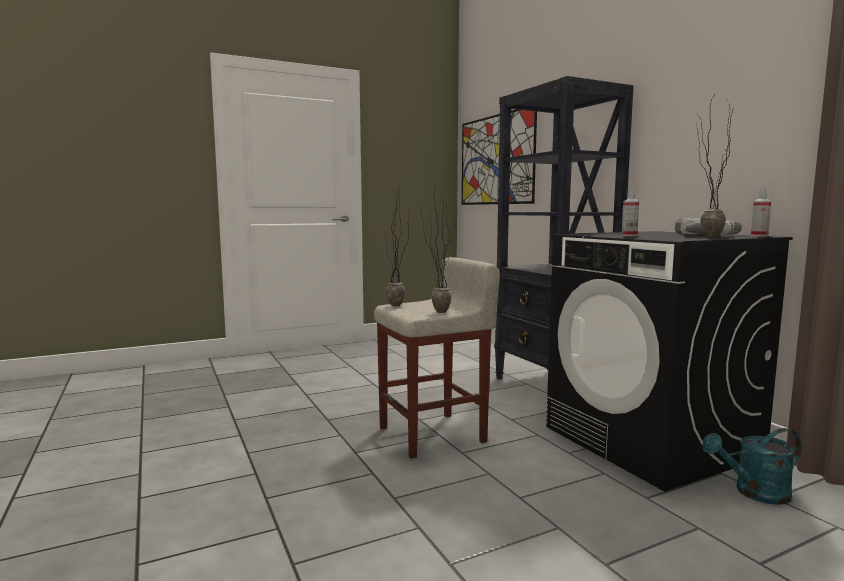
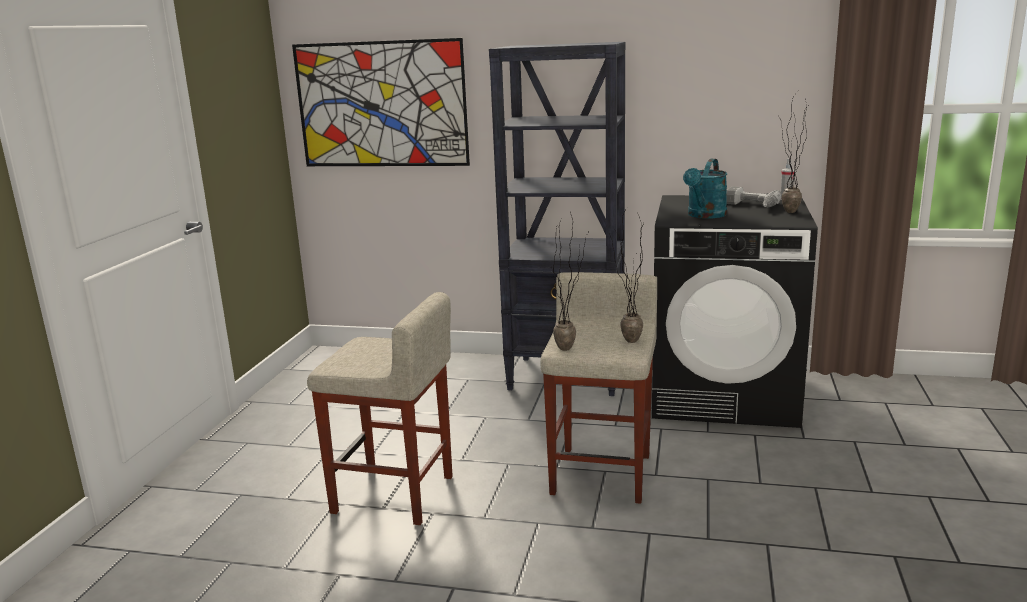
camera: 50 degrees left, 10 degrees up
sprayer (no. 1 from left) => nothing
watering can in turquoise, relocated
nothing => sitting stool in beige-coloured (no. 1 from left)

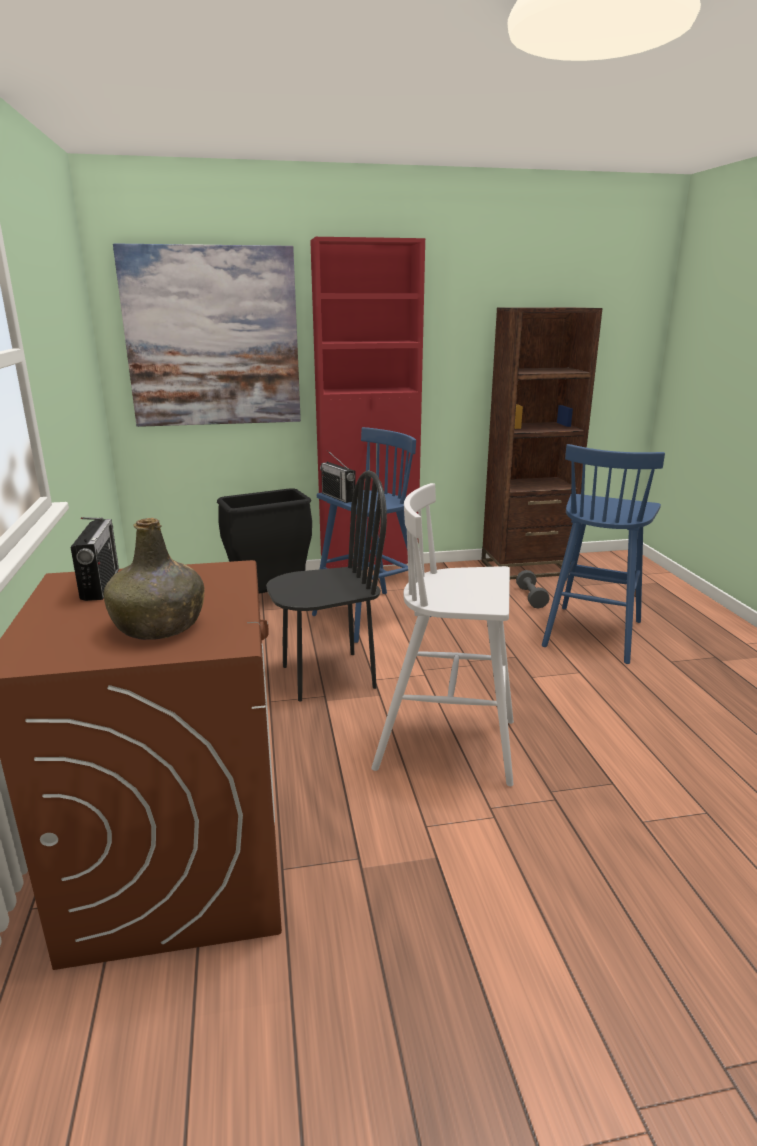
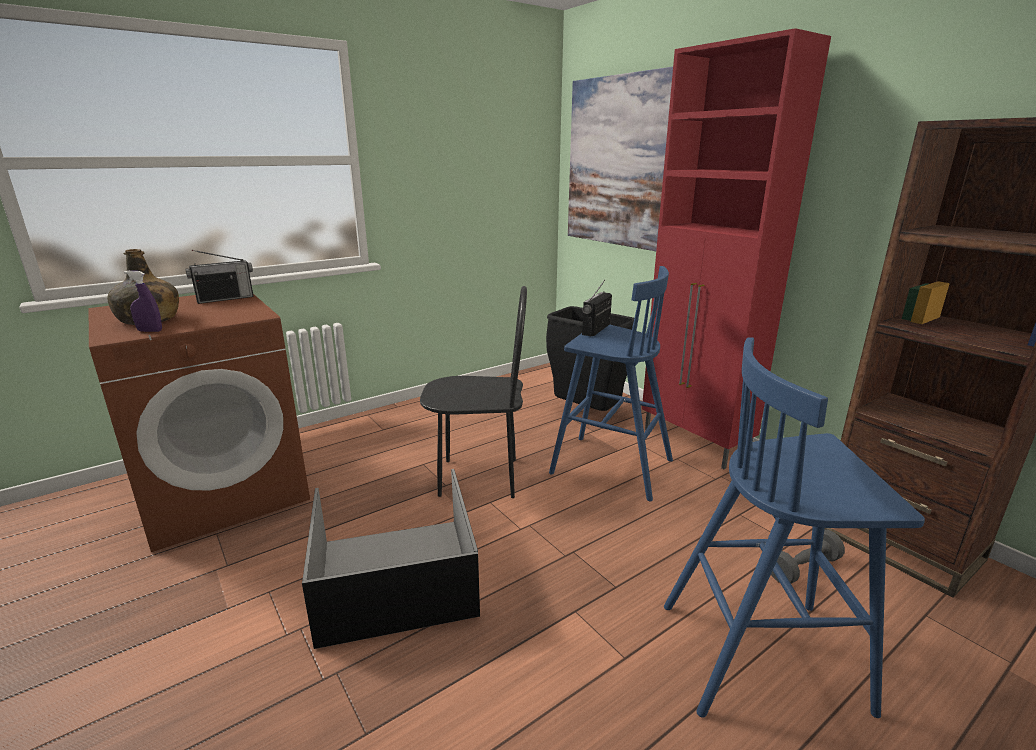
camera: 65 degrees right, 0 degrees up
plain chair in blackish, 45 degrees counterclockwise
sitting stool in white-coloured => storage container in blackish
nothing => sprayer in purple-coloured

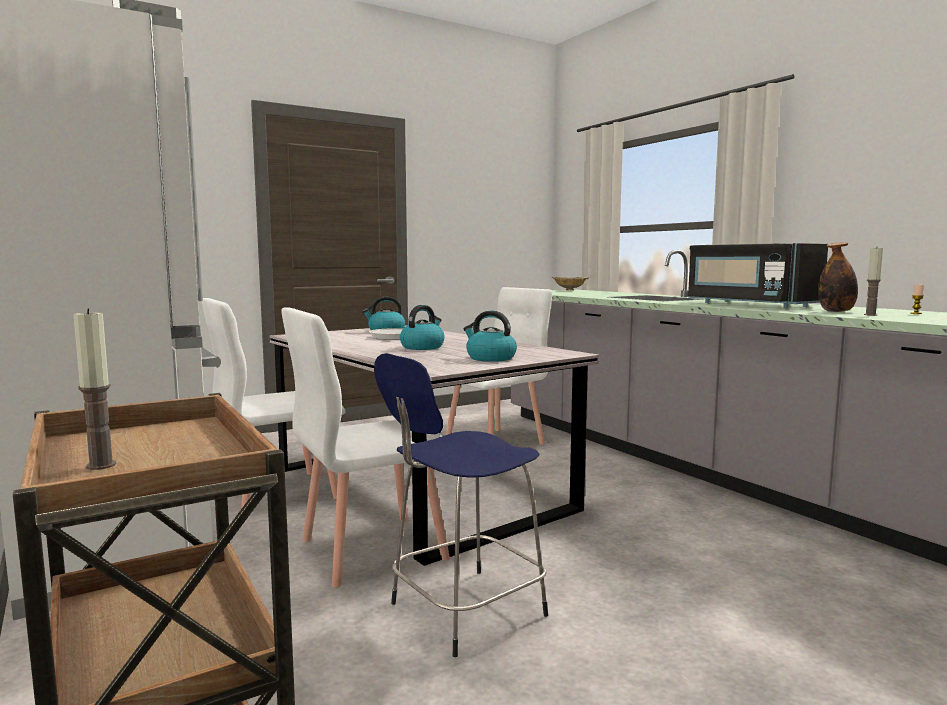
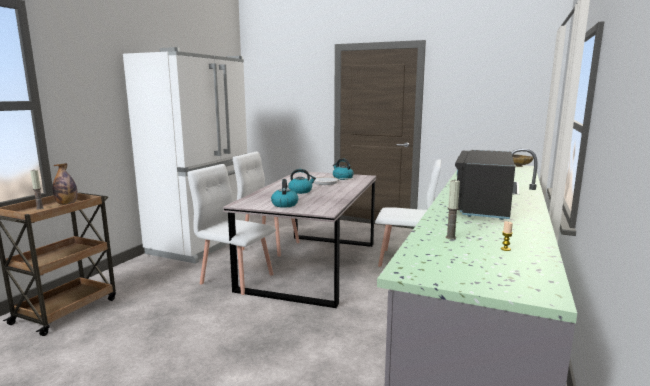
camera: 55 degrees right, 5 degrees up
drink bottle, relocated
sitting stool in bluish => nothing

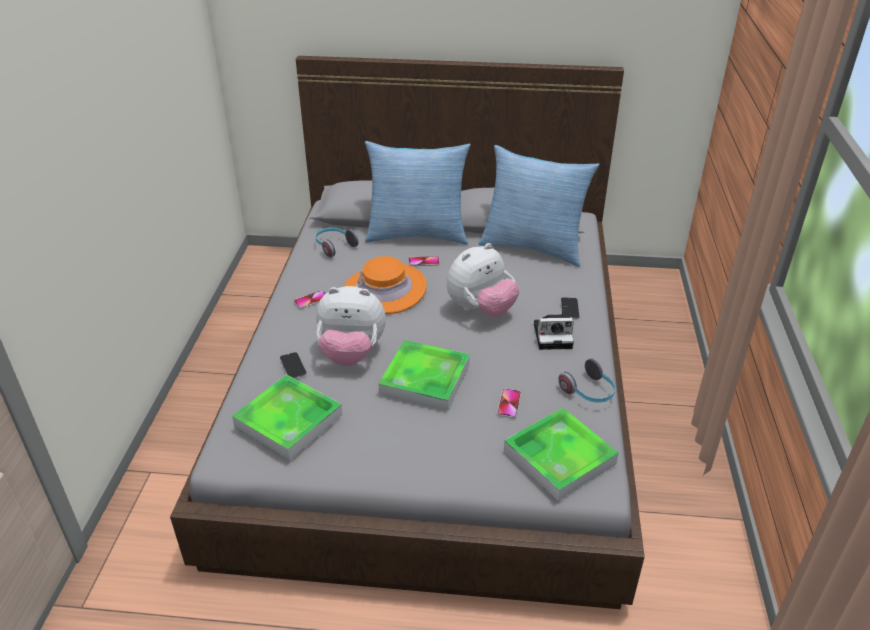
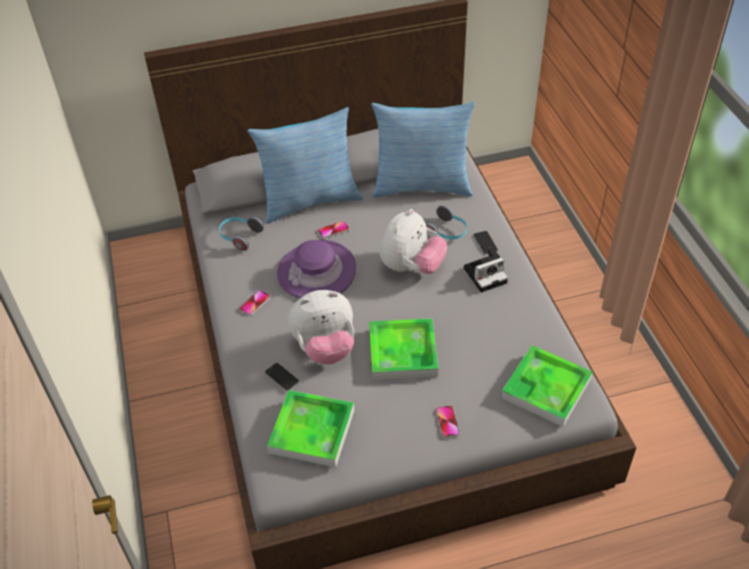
camera: 20 degrees left, 10 degrees up
wearable hat in orange-coloured => wearable hat in purple-coloured
headphones (no. 2 from left), relocated
handset (no. 4 from left), relocated

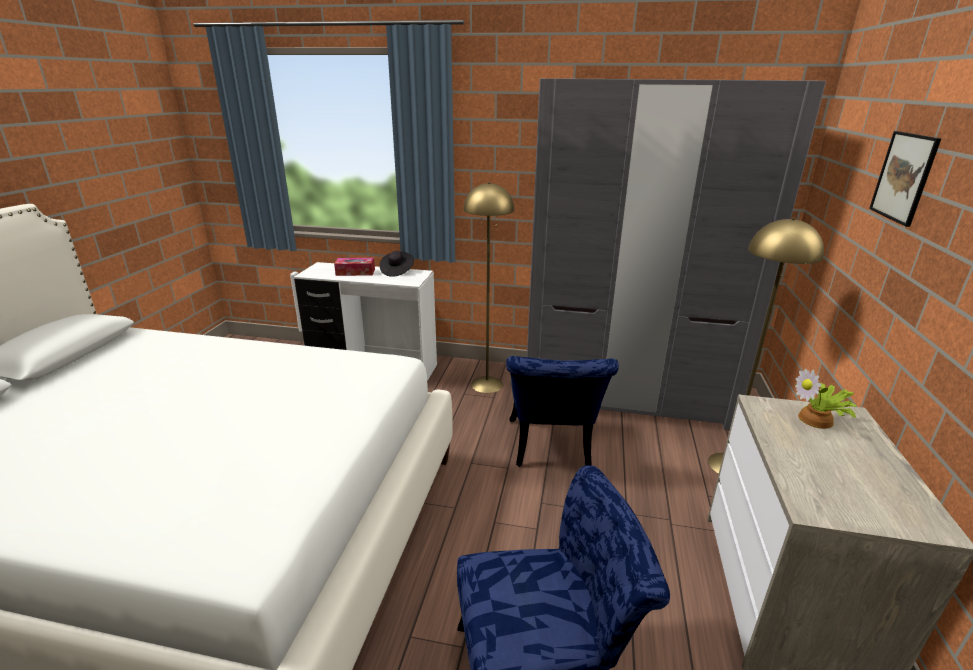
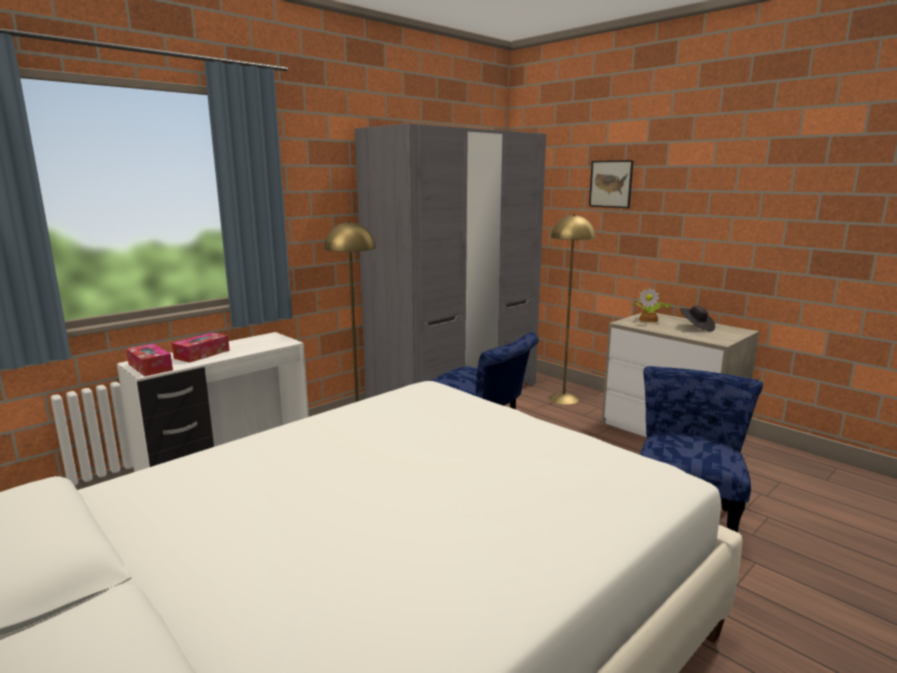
camera: 55 degrees left, 10 degrees down
wearable hat in blackish, relocated
nothing => tissue holder (no. 1 from left)

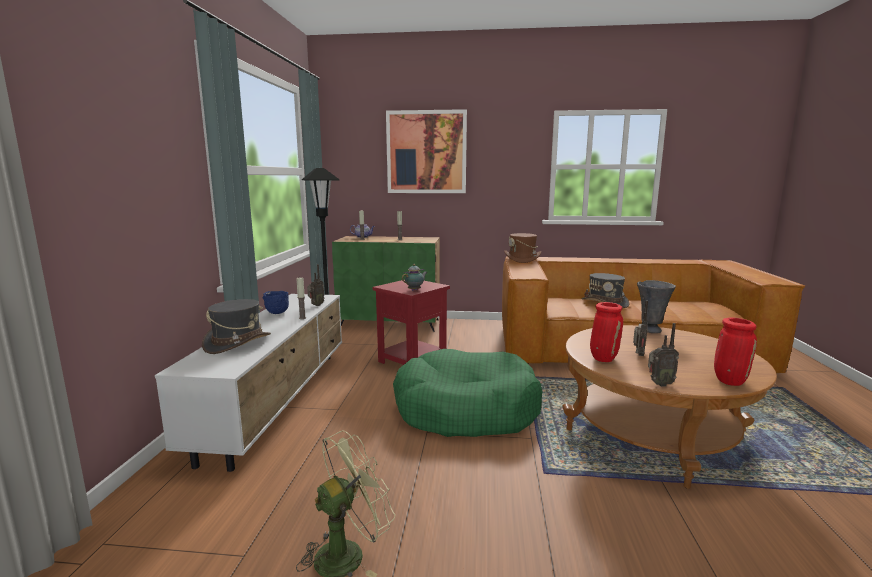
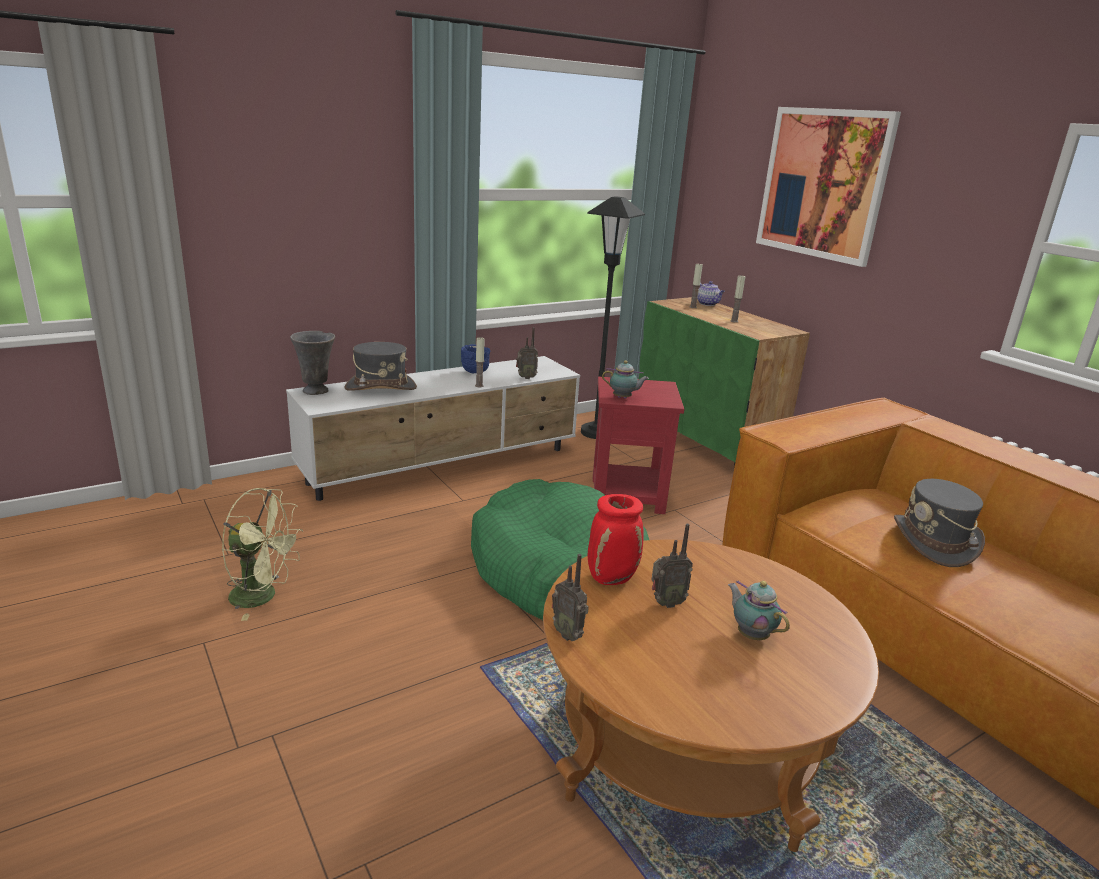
camera: 50 degrees right, 10 degrees up
wearable hat in brown => nothing
flower vase in grey, relocated
flower vase in red (no. 2 from left) => nothing
nothing => teapot (no. 3 from left)

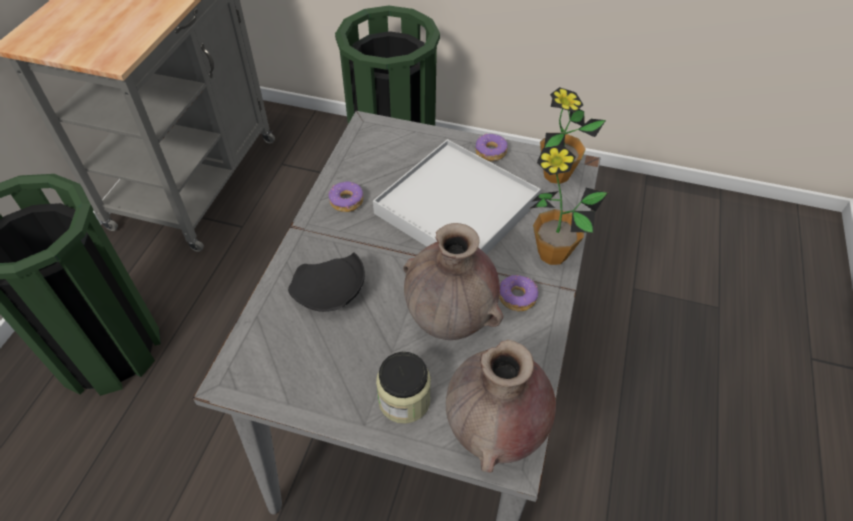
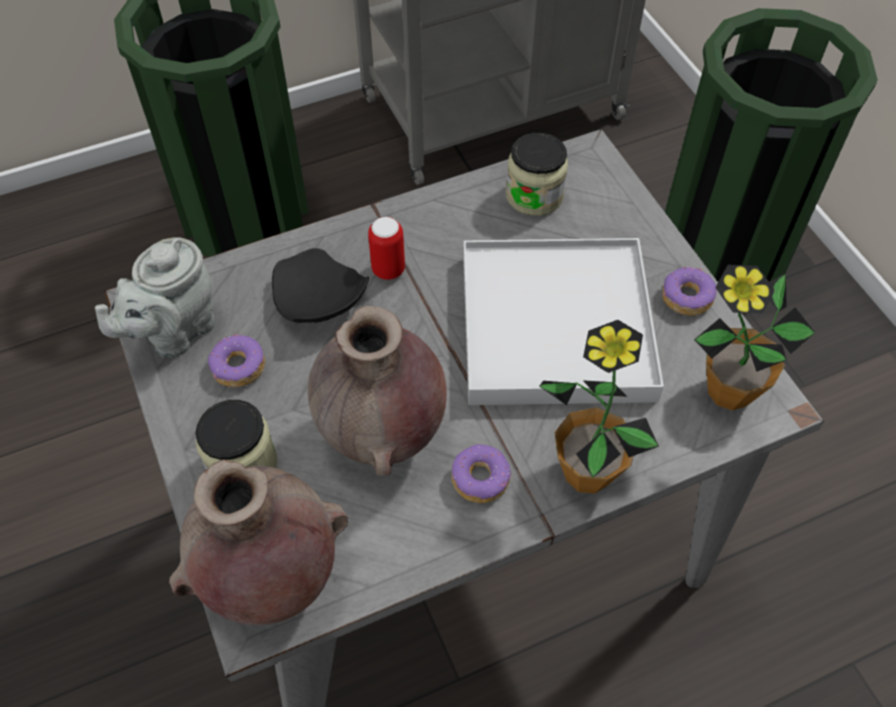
camera: 50 degrees right, 5 degrees up
ring doughnut (no. 1 from left), relocated
nothing => storage jar (no. 2 from left)
nothing => sealed can
nothing => teapot in grey

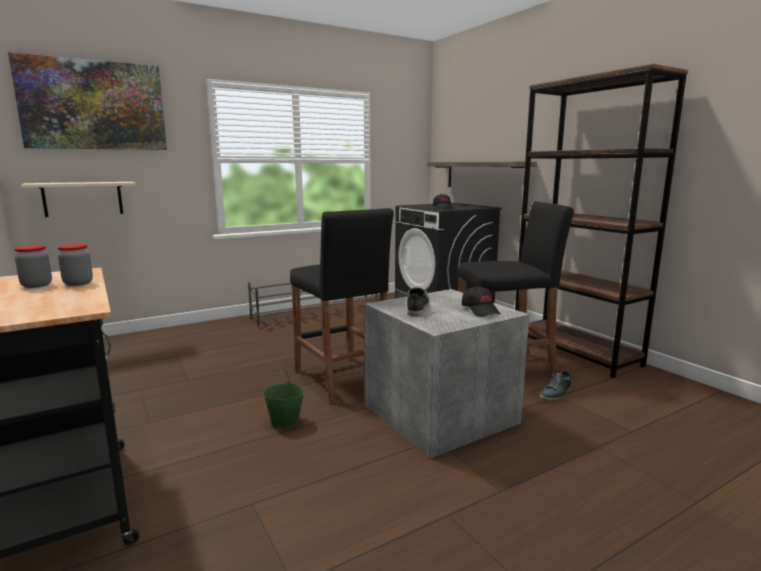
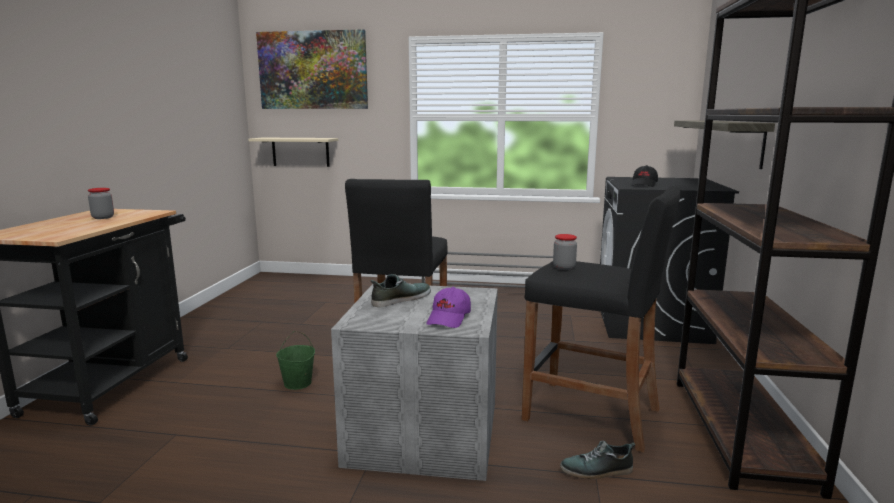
camera: 40 degrees right, 0 degrees up
storage jar (no. 2 from left), relocated
peaked cap in blackish (no. 2 from left) => peaked cap in purple-coloured

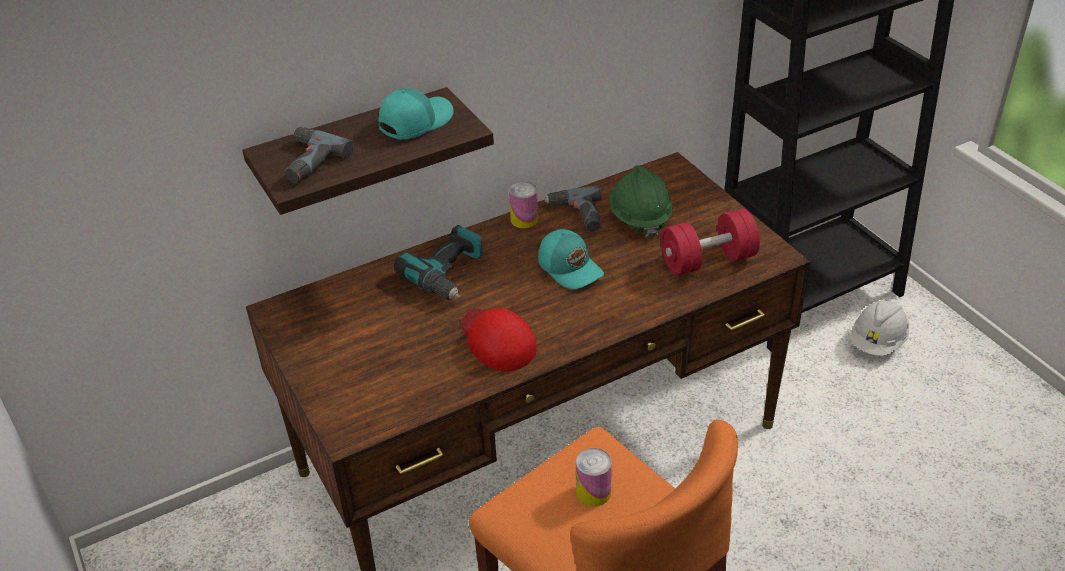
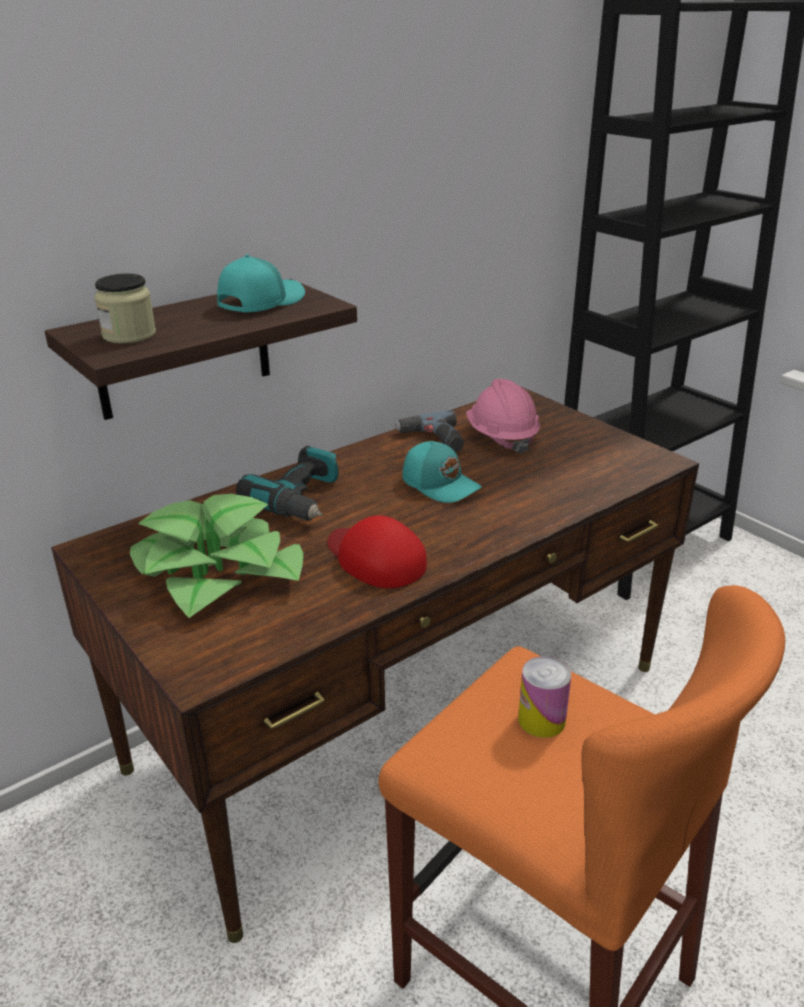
camera: 10 degrees left, 10 degrees down
power drill (no. 1 from left) => storage jar
work helmet in green-coloured => work helmet in pink
sealed can (no. 1 from left) => nothing
free weight in red => nothing
work helmet in white-coloured => nothing
nothing => plant in a pot

